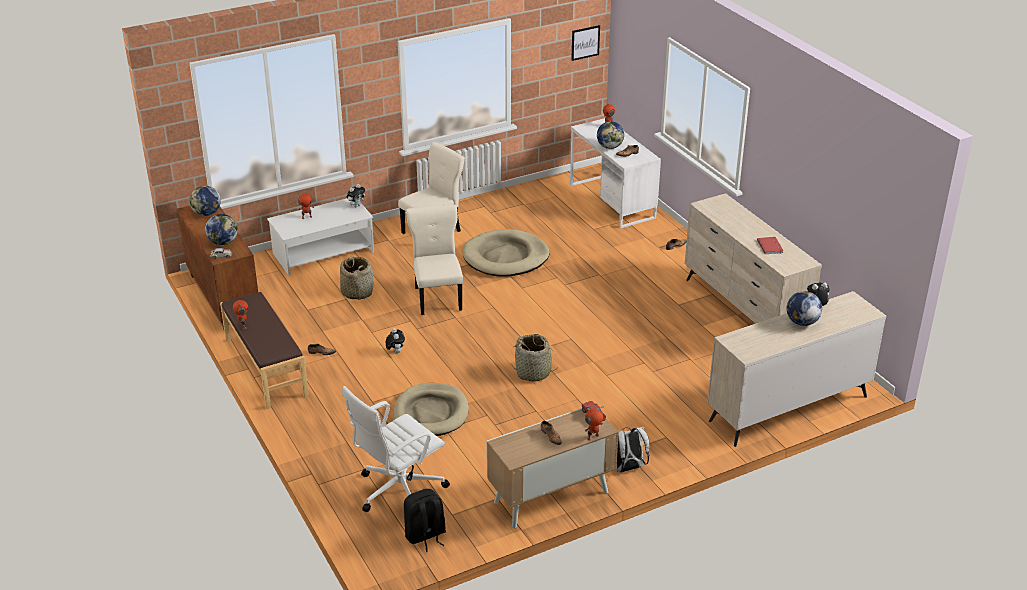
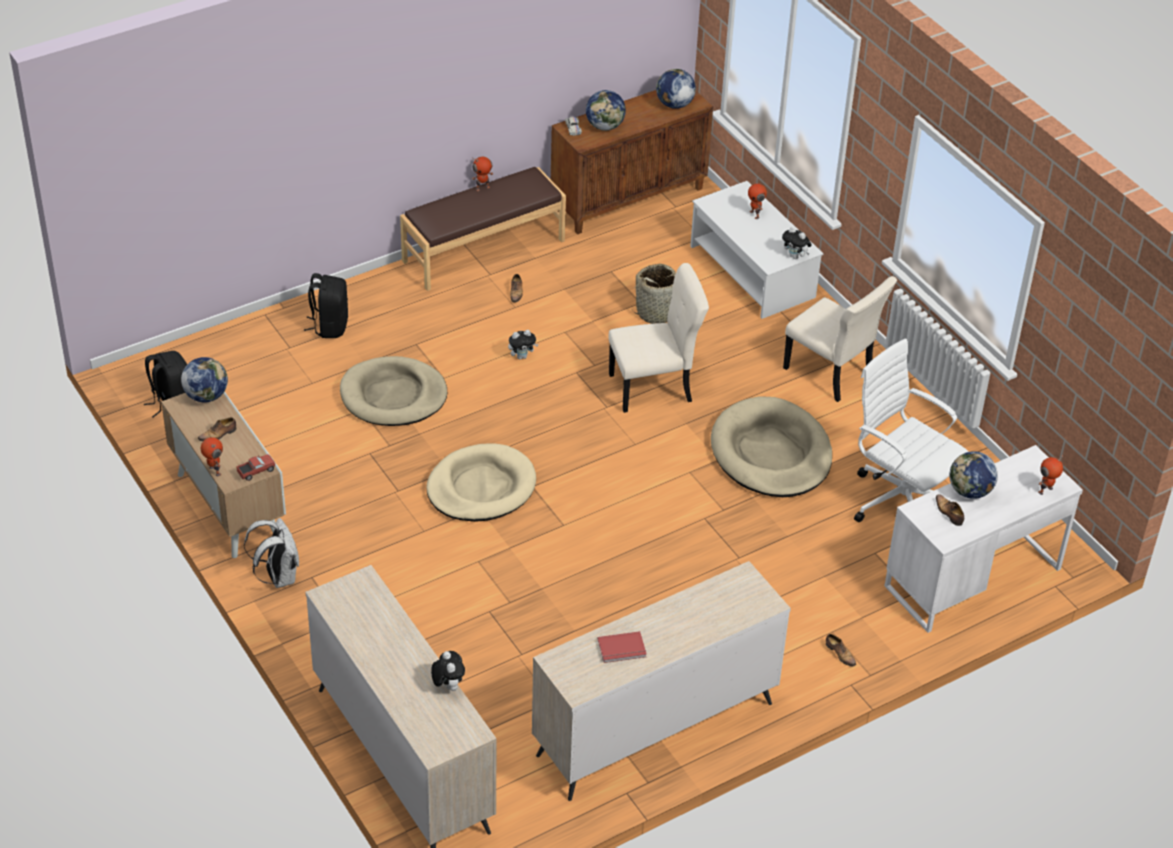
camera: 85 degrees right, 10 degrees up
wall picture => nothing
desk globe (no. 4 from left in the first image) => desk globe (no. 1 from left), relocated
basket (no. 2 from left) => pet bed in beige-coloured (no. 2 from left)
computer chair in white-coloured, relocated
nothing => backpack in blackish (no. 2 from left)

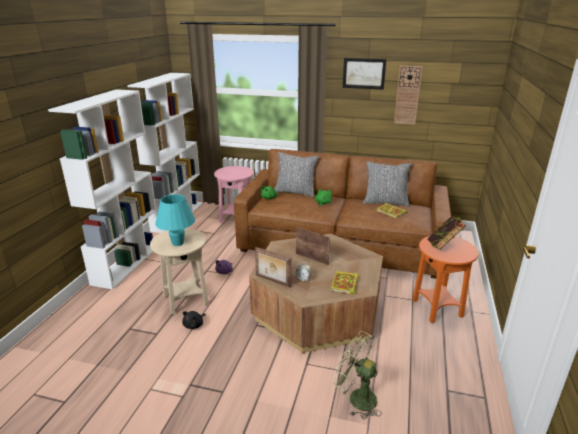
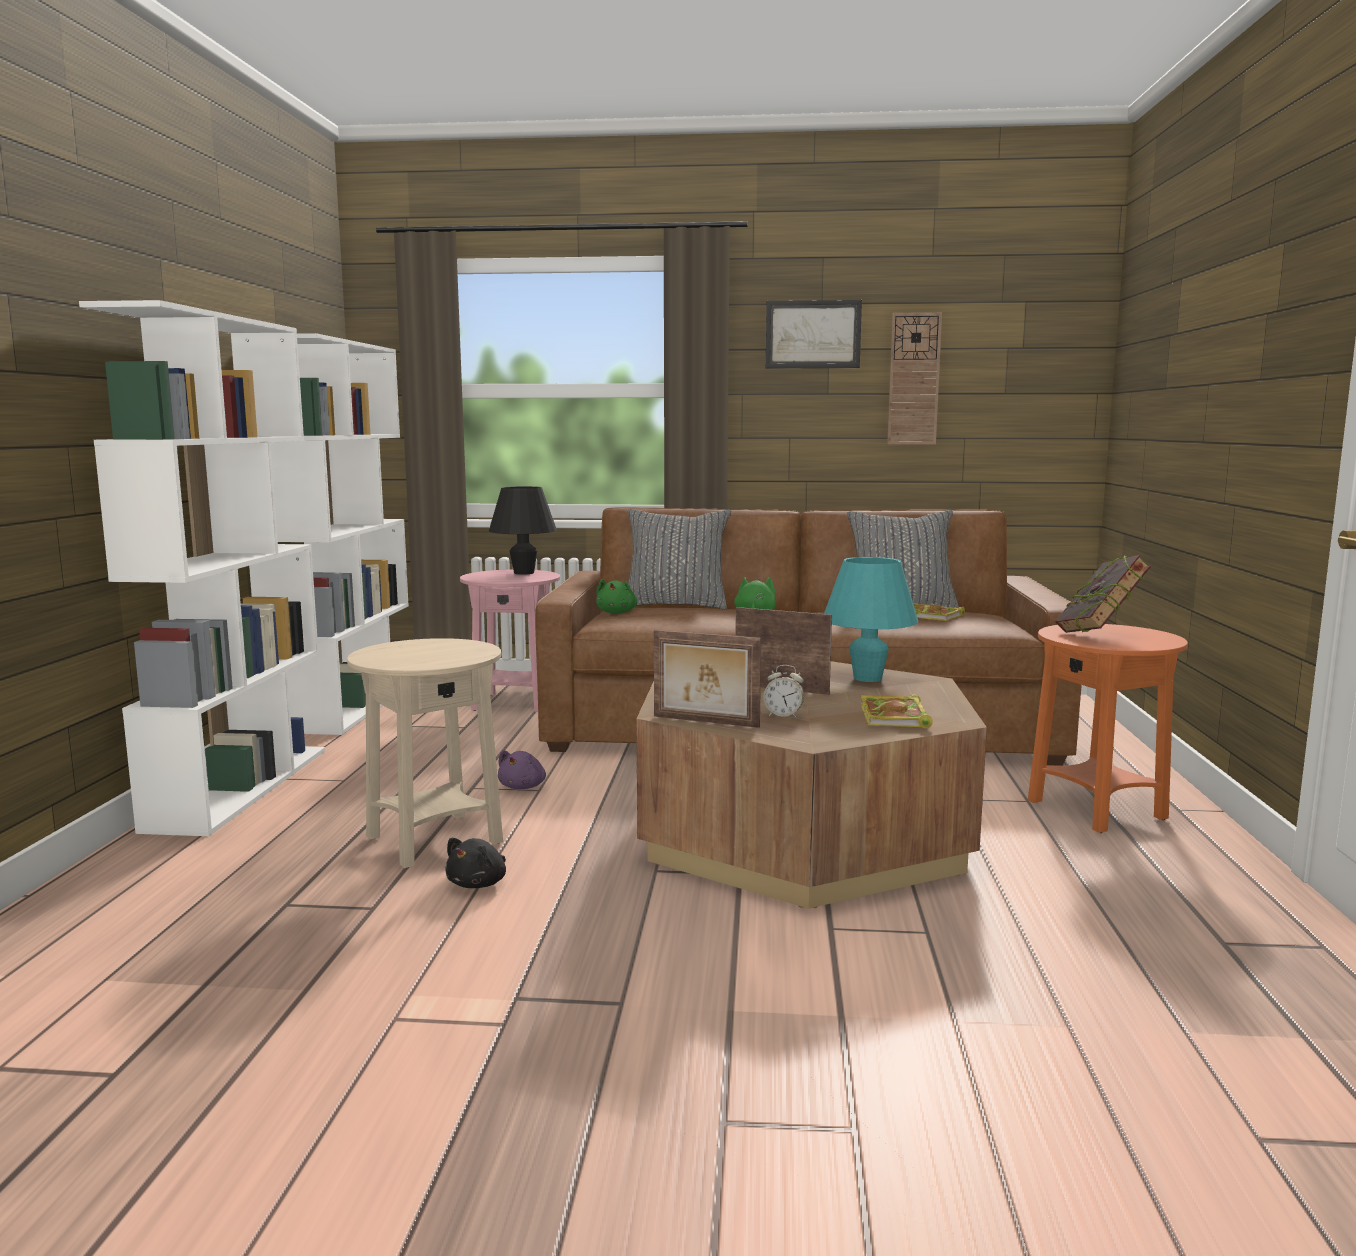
camera: 10 degrees left, 15 degrees down
lamp for a table in turquoise, relocated
electric fan in green-coloured => nothing
nothing => lamp for a table in blackish

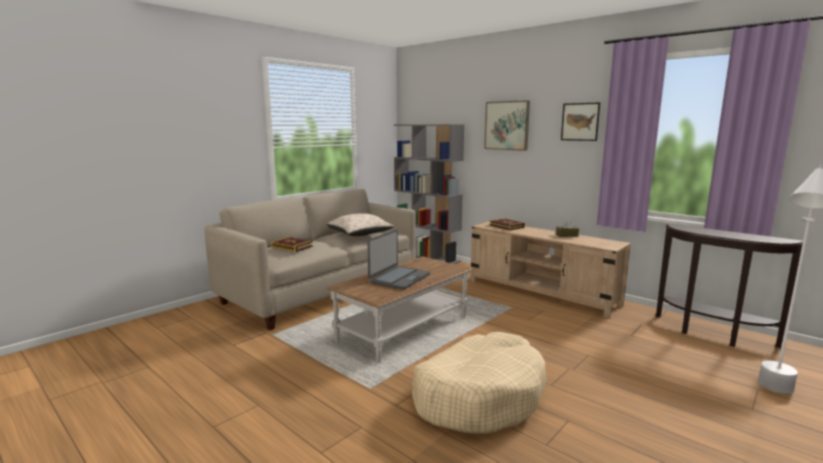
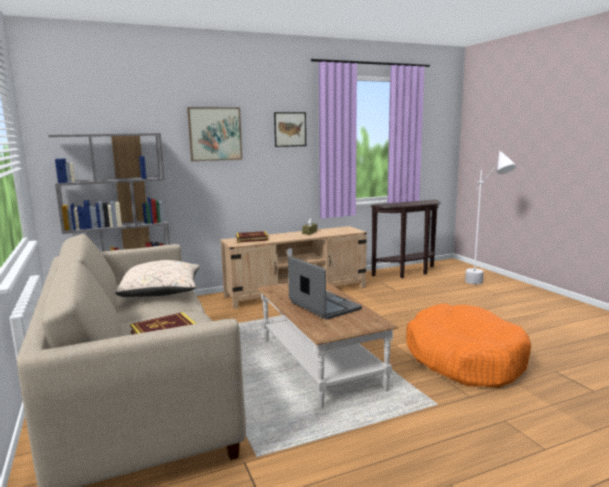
camera: 65 degrees left, 0 degrees up
pet bed in beige-coloured => pet bed in orange-coloured

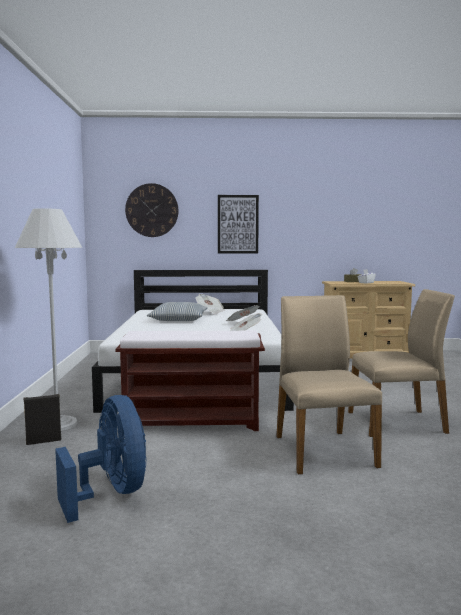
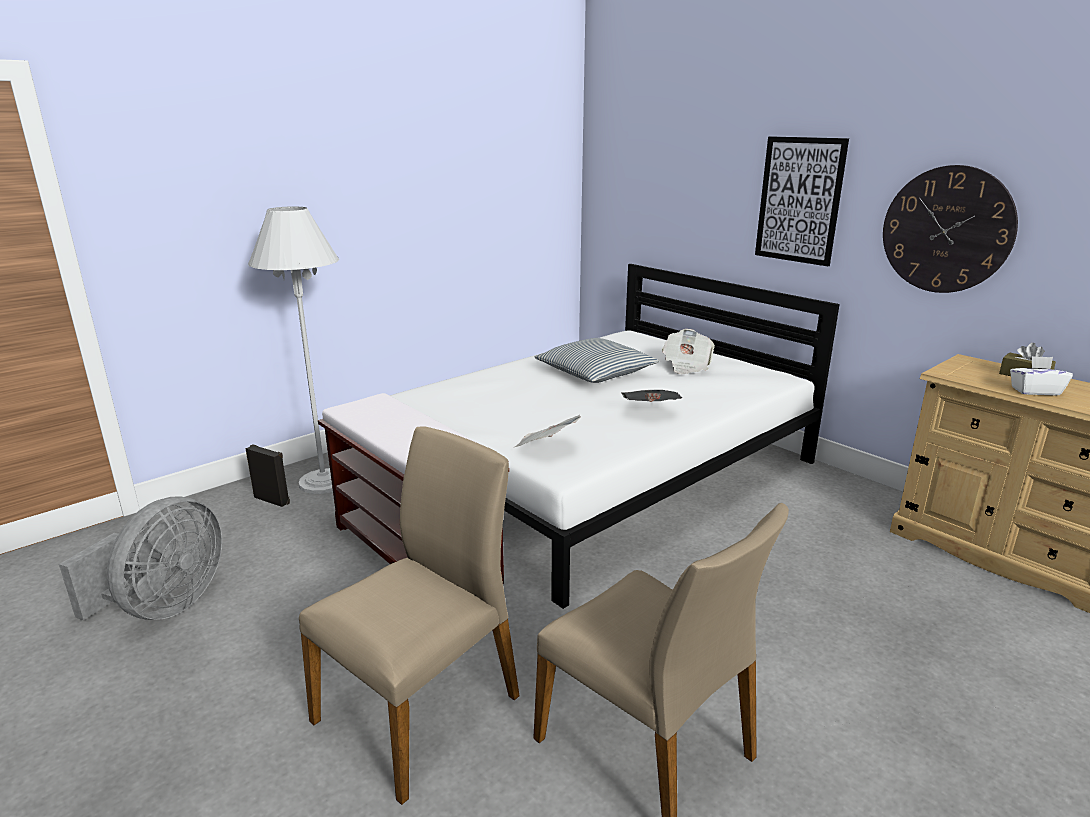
camera: 50 degrees right, 15 degrees up
wall clock, relocated
electric fan in bluish => electric fan in grey

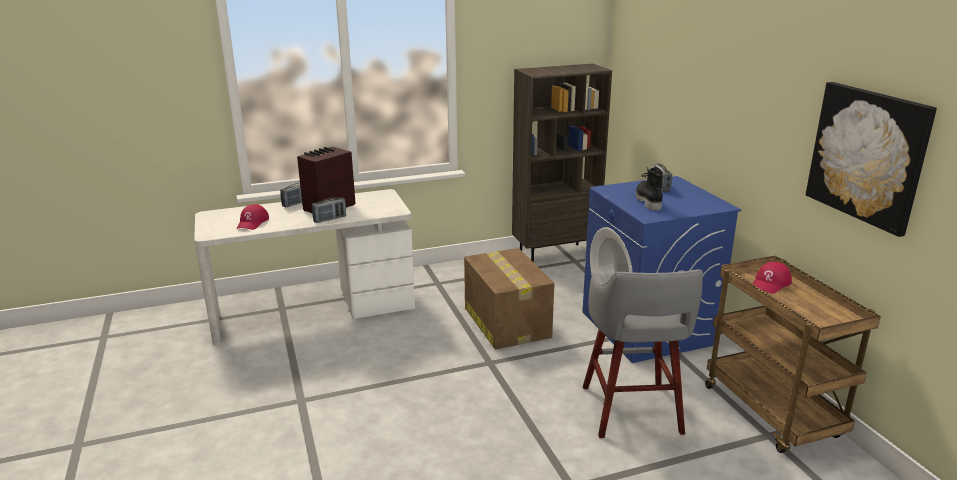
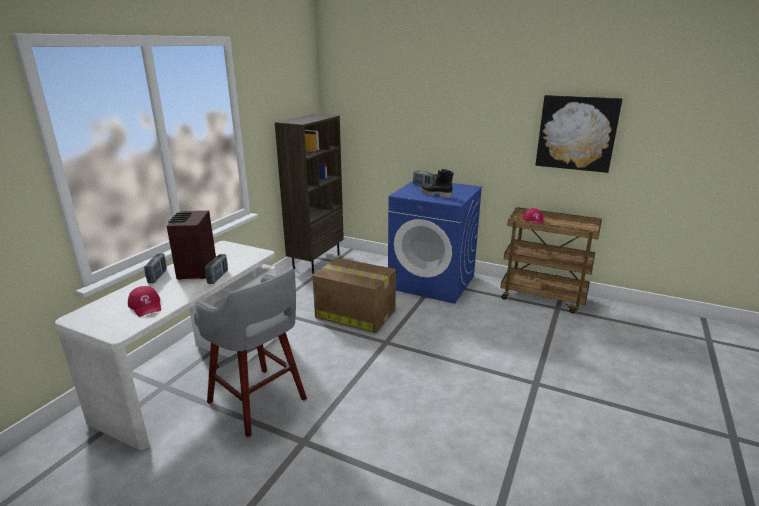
camera: 45 degrees left, 0 degrees up
sitting stool in grey, relocated

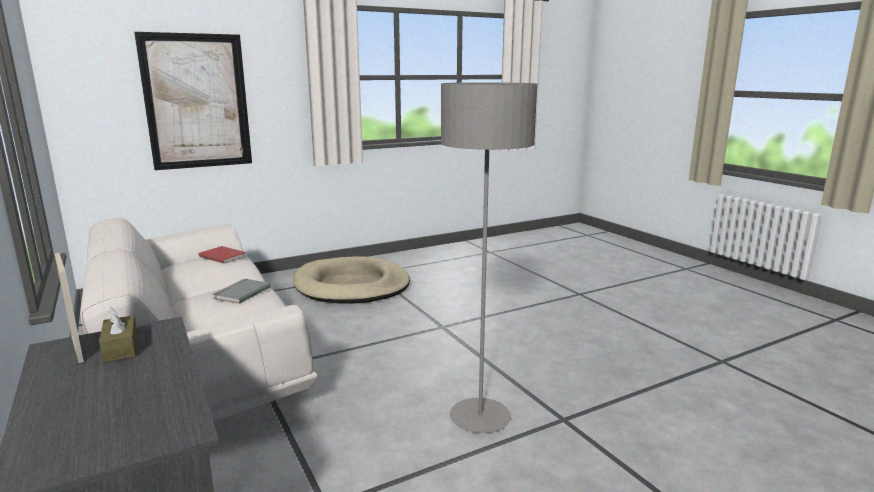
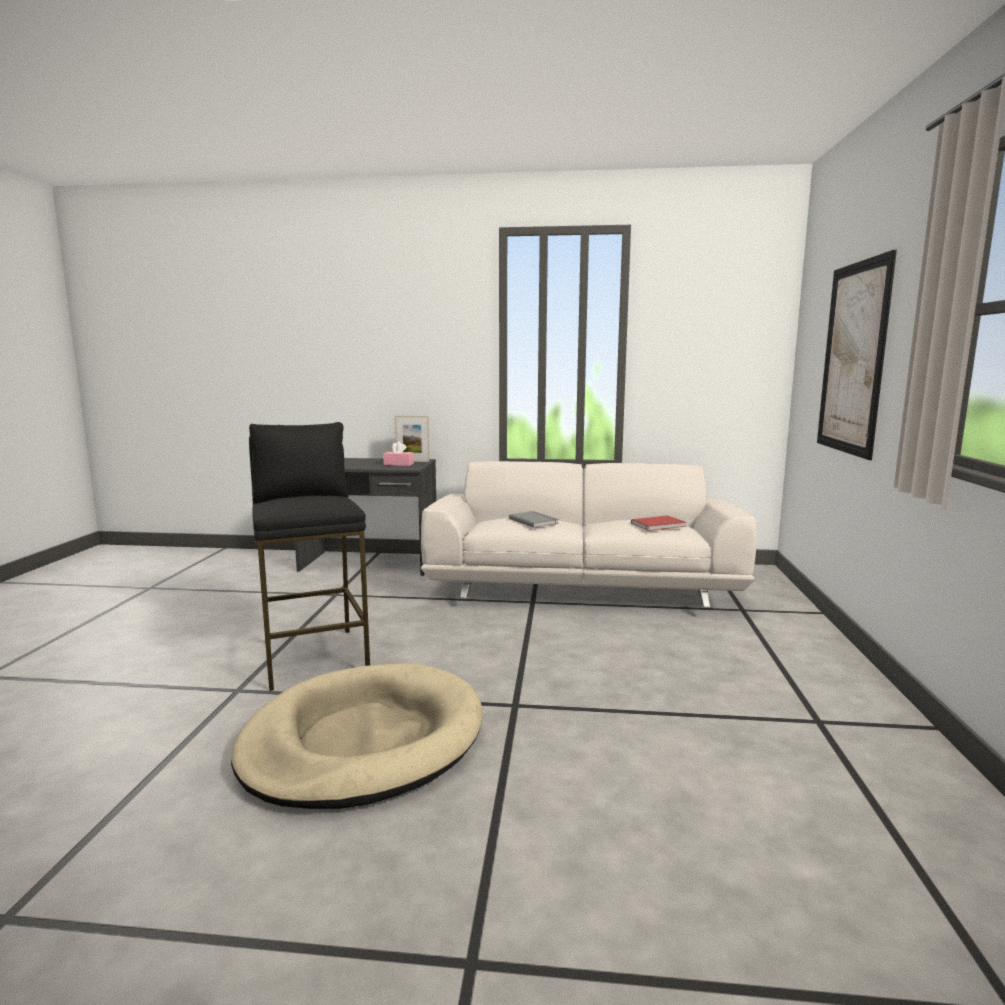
camera: 125 degrees right, 5 degrees down
standard lamp in grey => sitting stool in blackish
pet bed in beige-coloured, relocated
tissue holder in brown => tissue holder in pink

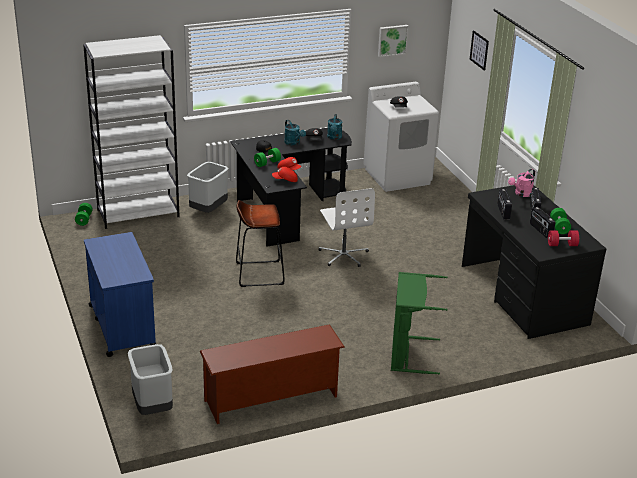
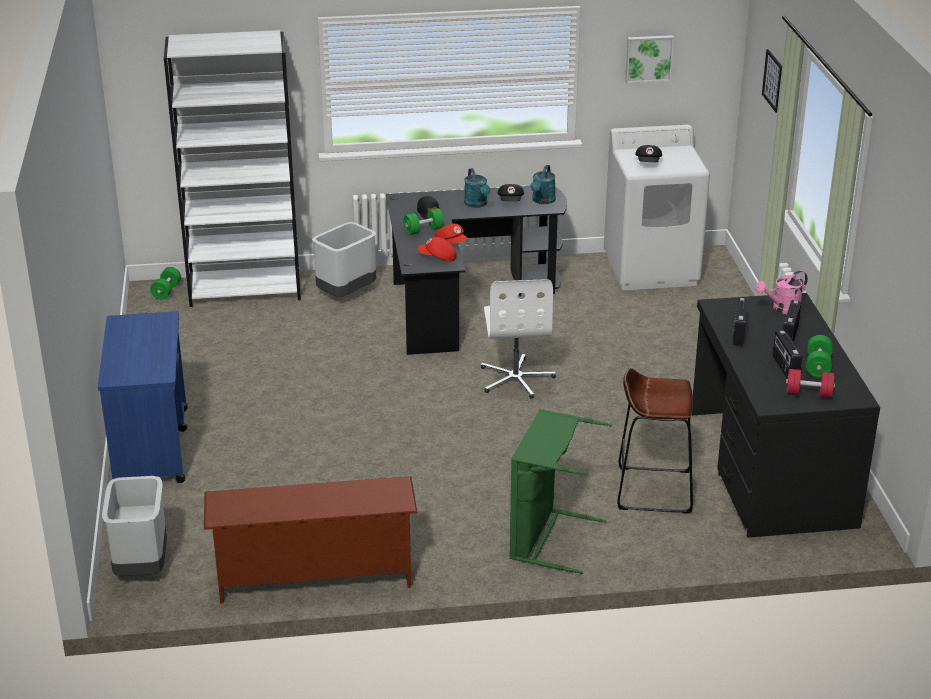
camera: 15 degrees right, 0 degrees up
sitting stool in brown, relocated

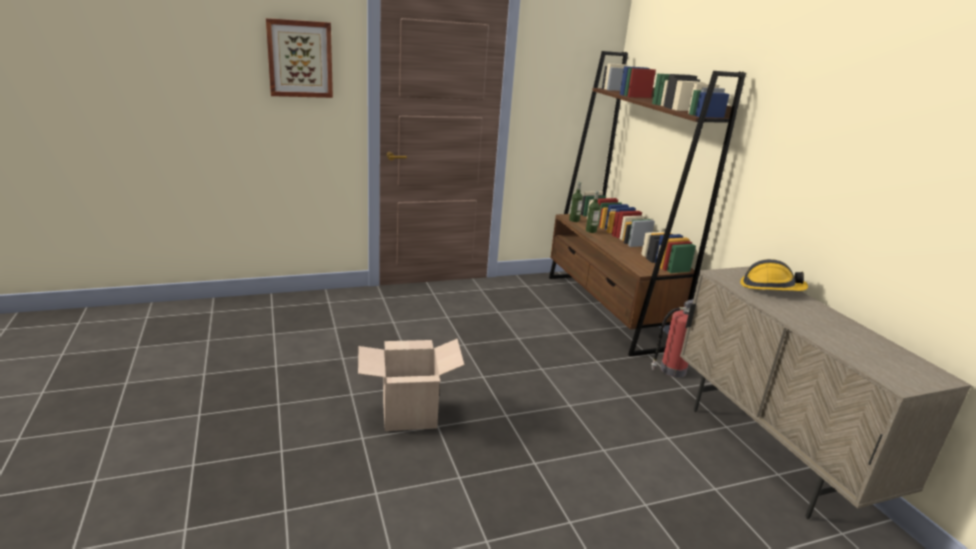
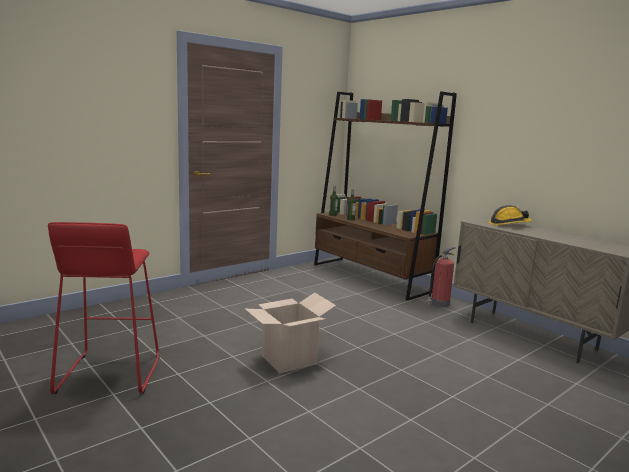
camera: 20 degrees left, 10 degrees down
wall picture => nothing
nothing => sitting stool in red

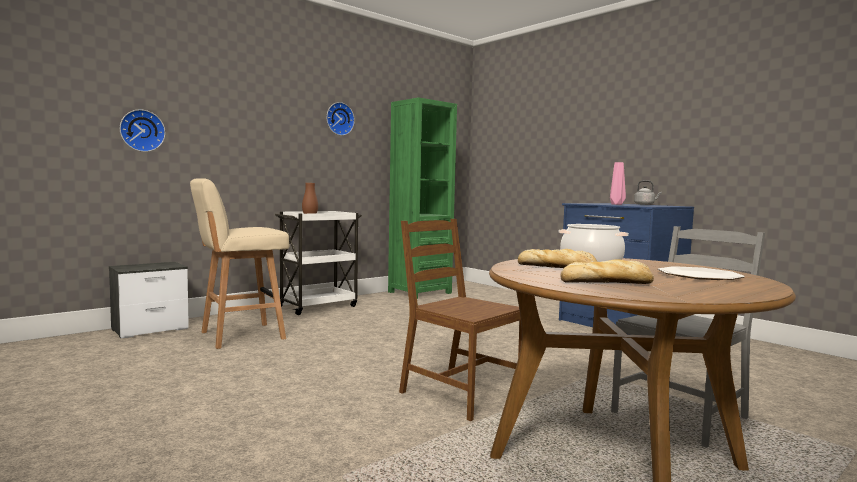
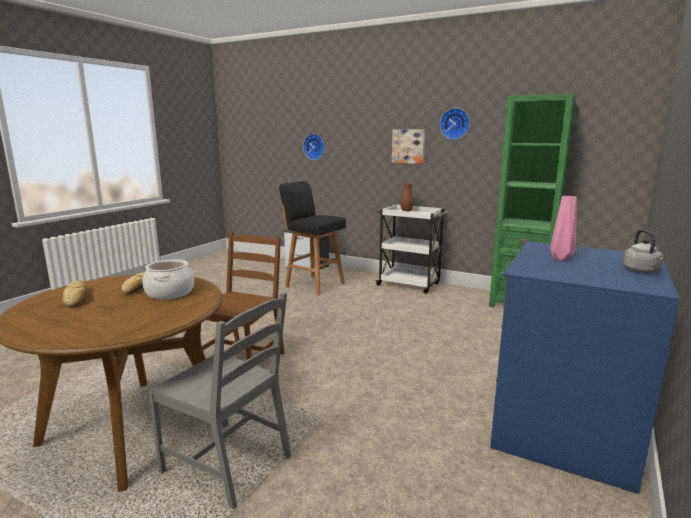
camera: 70 degrees right, 10 degrees up
sitting stool in beige-coloured => sitting stool in blackish
flat dish => nothing
nothing => wall picture

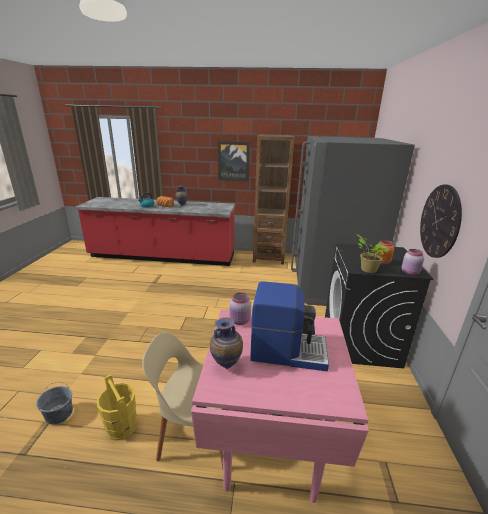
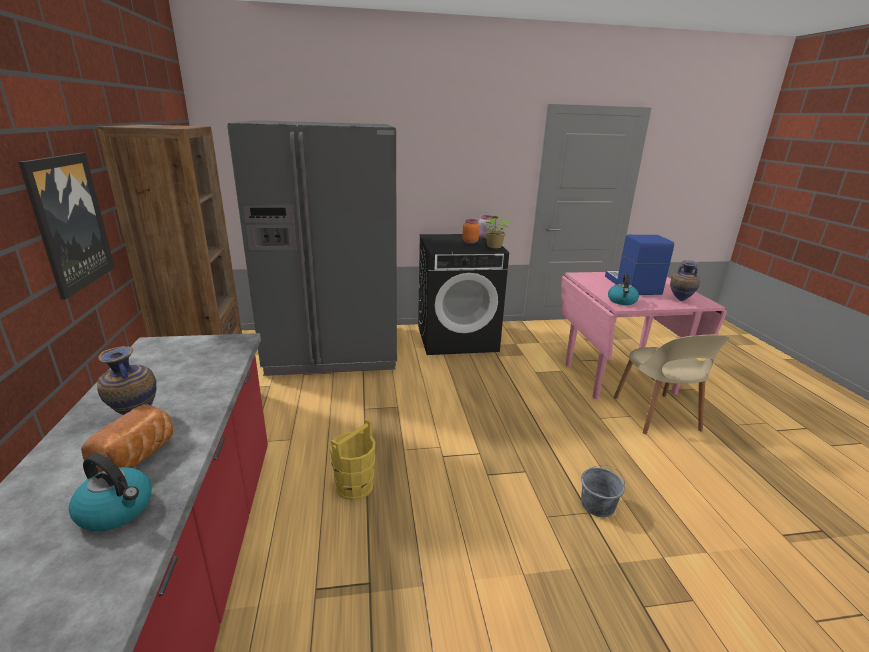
camera: 105 degrees left, 0 degrees up
wall clock => nothing
storage jar in pink (no. 1 from left) => kettle (no. 2 from left)
bucket in yellow-coloured, relocated
bucket in grey, relocated

